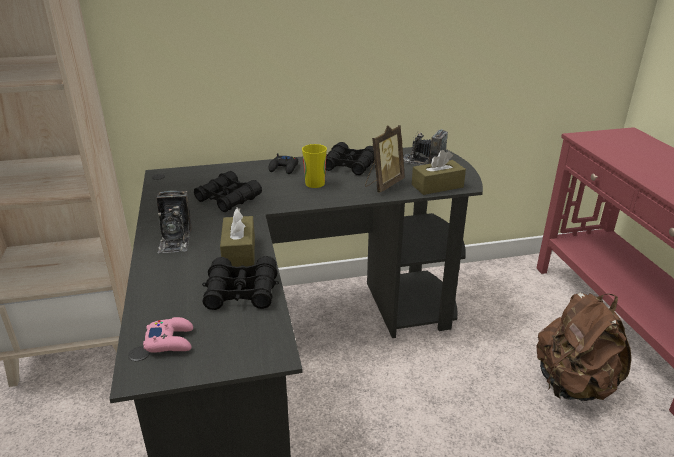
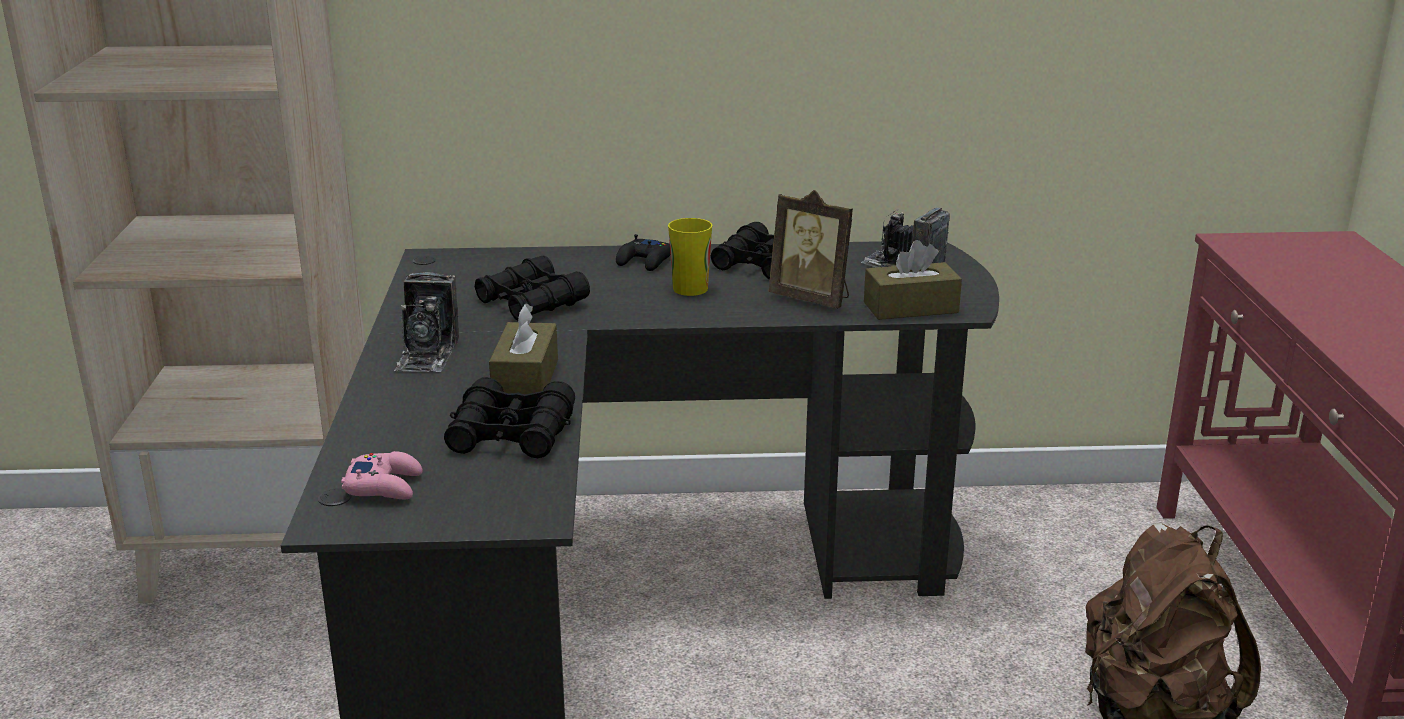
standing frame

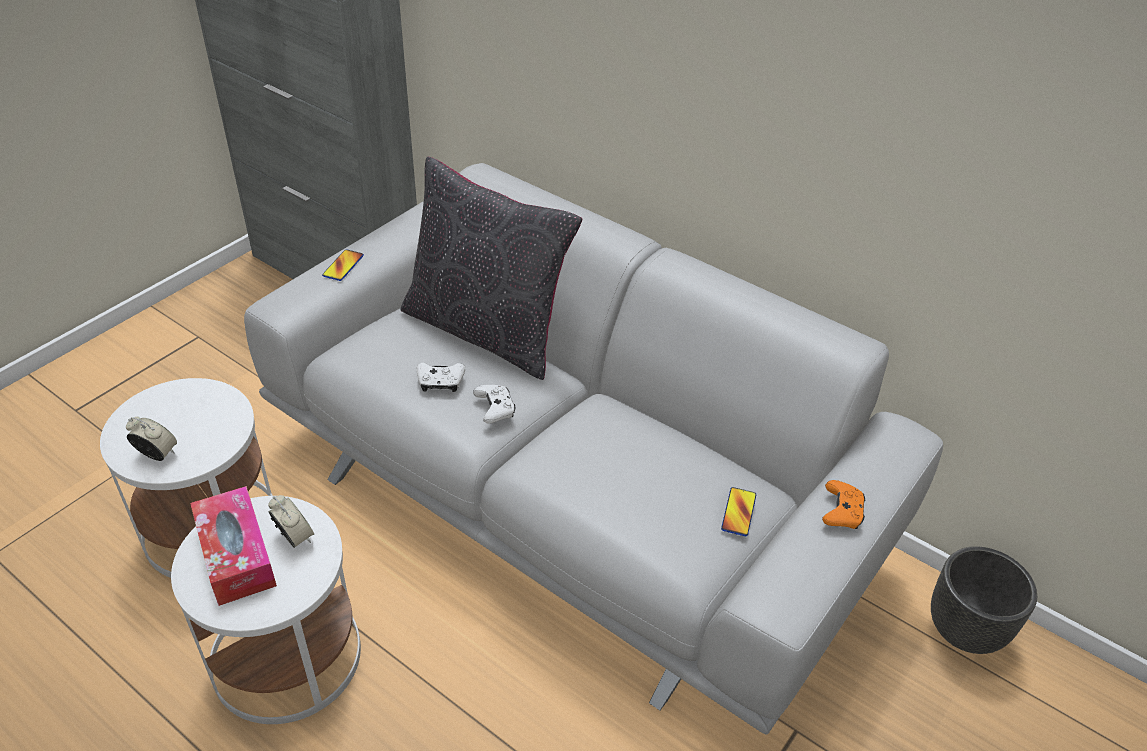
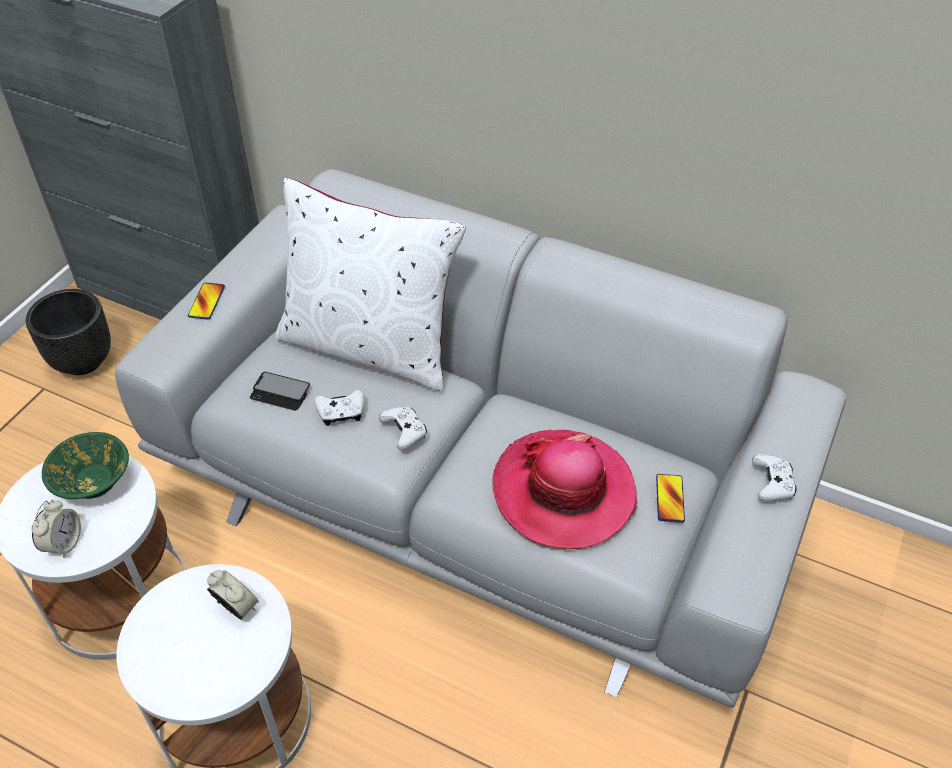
tissue holder; green bowl; telephone (no. 2 from left); hat; blackish planter; whitish cushion; whitish game controller (no. 3 from left); alarm clock (no. 1 from left)

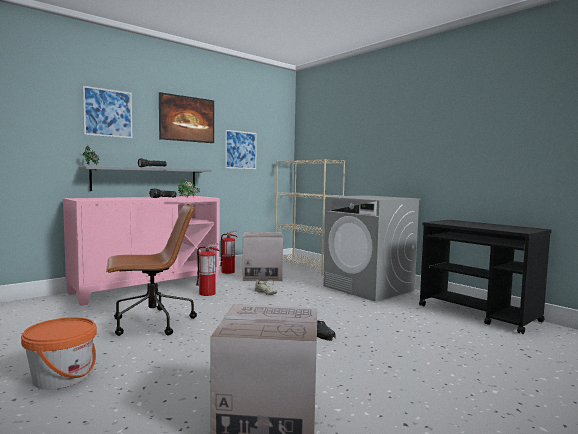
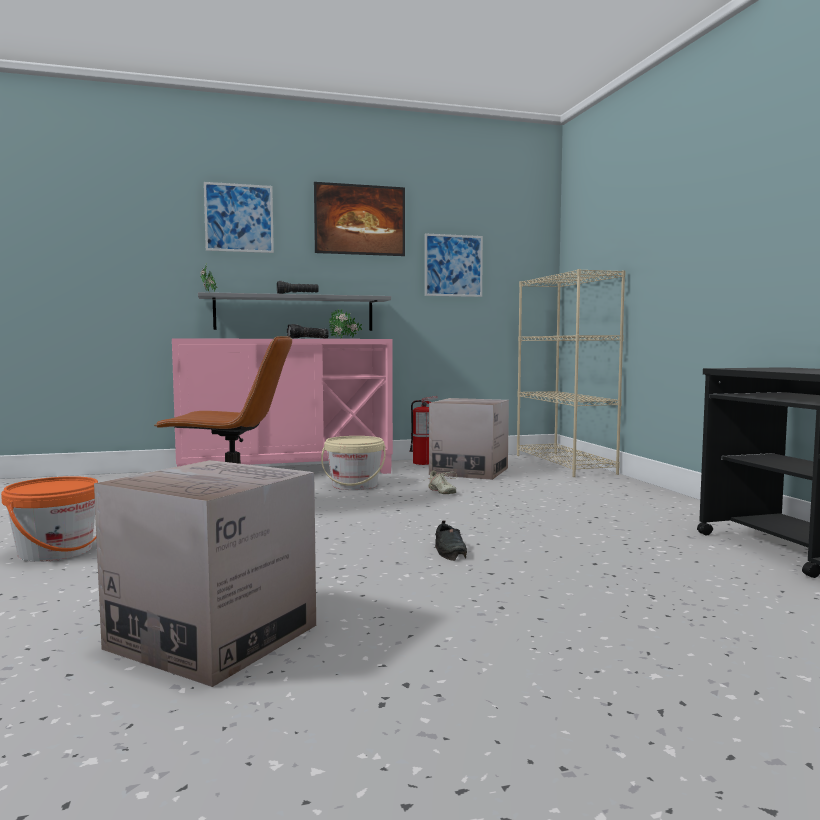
greyish laundry machine; beige-coloured pail

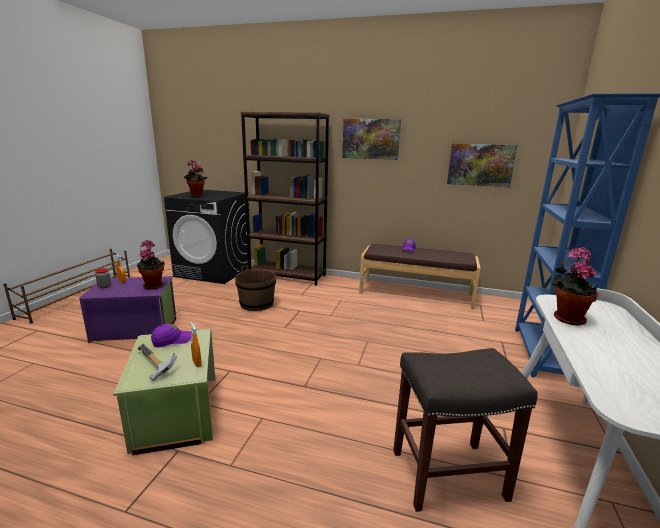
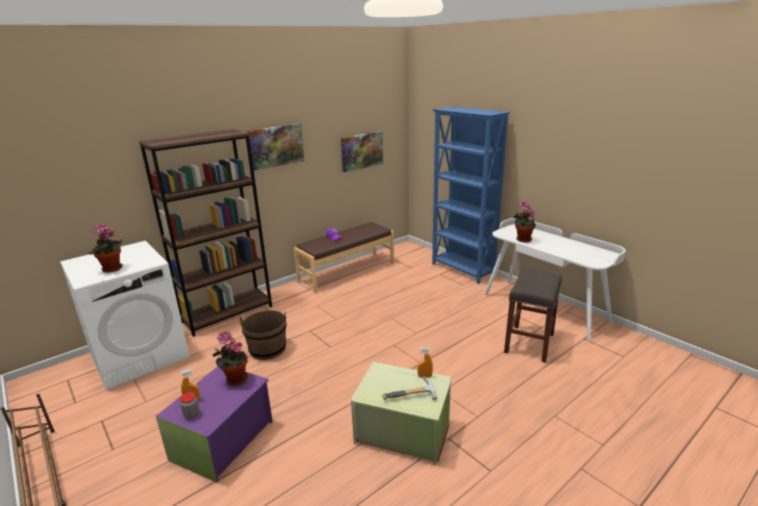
purple-coloured cap (no. 1 from left in the first image); whitish laundry machine

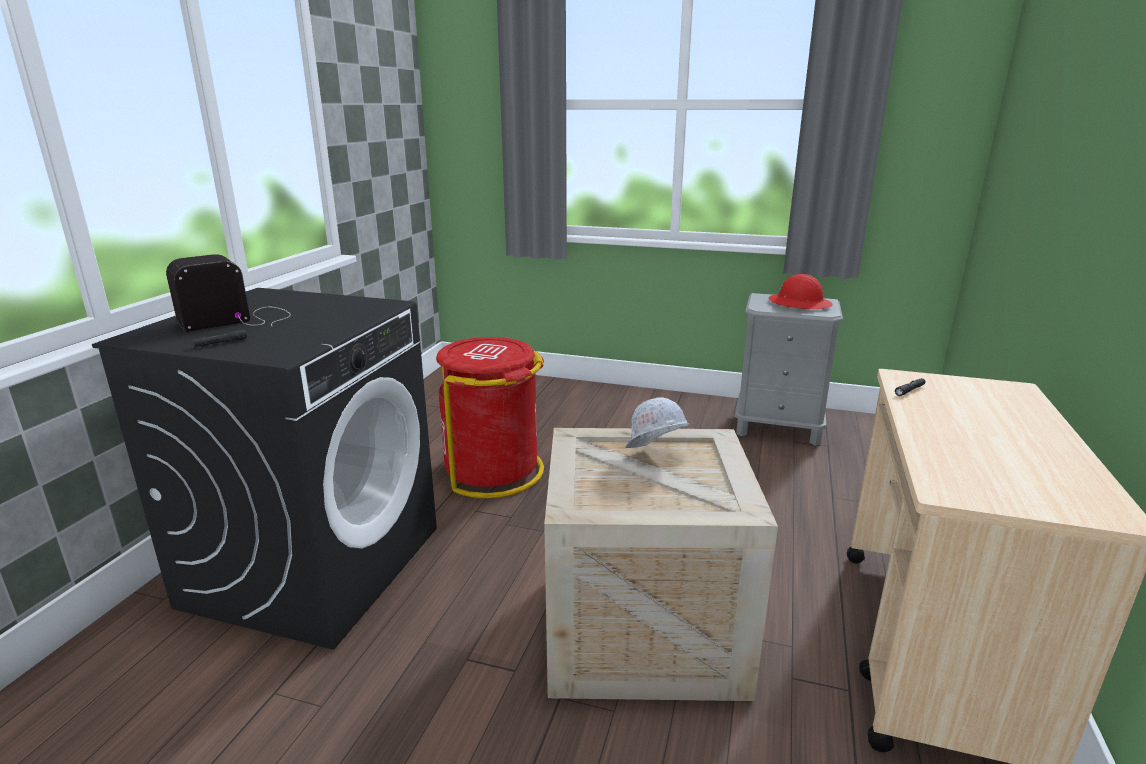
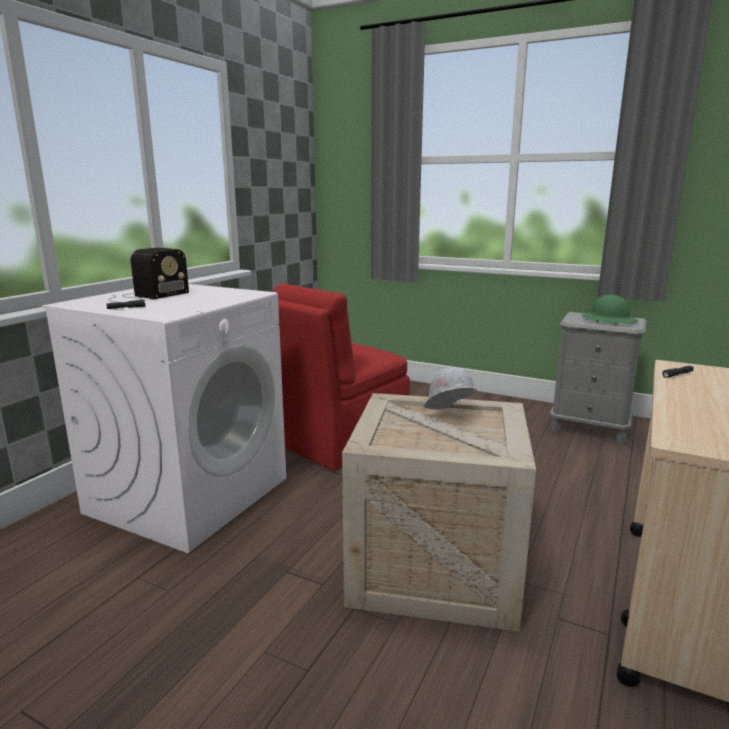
red-coloured upright chair; whitish laundry machine; green work helmet; radio set

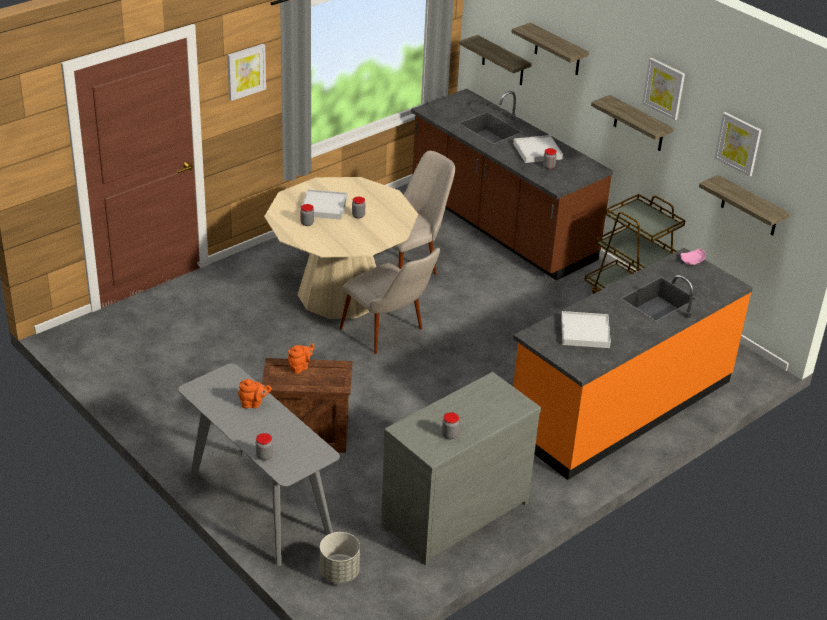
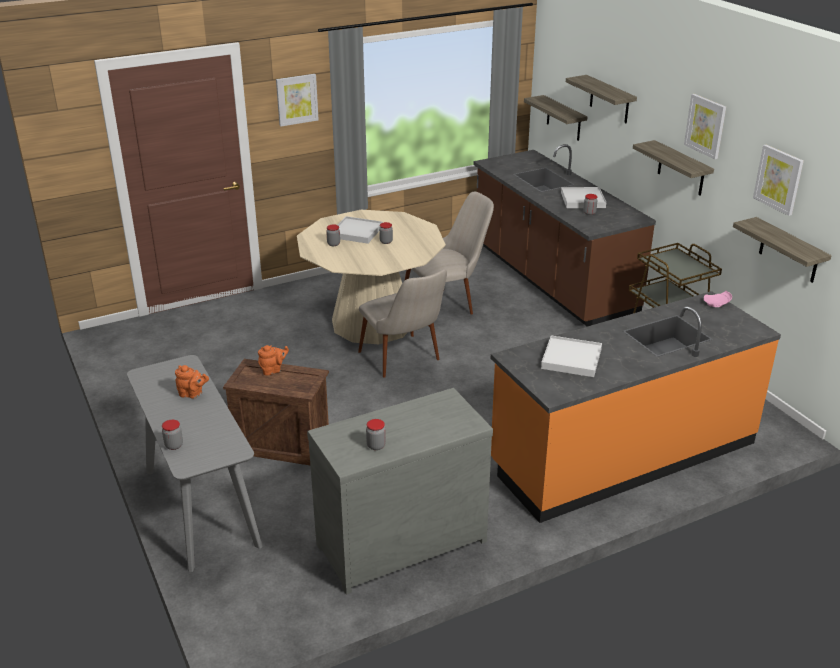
greyish planter

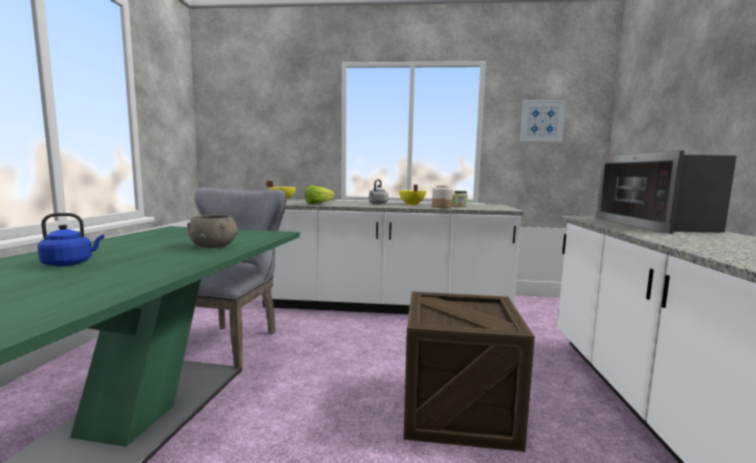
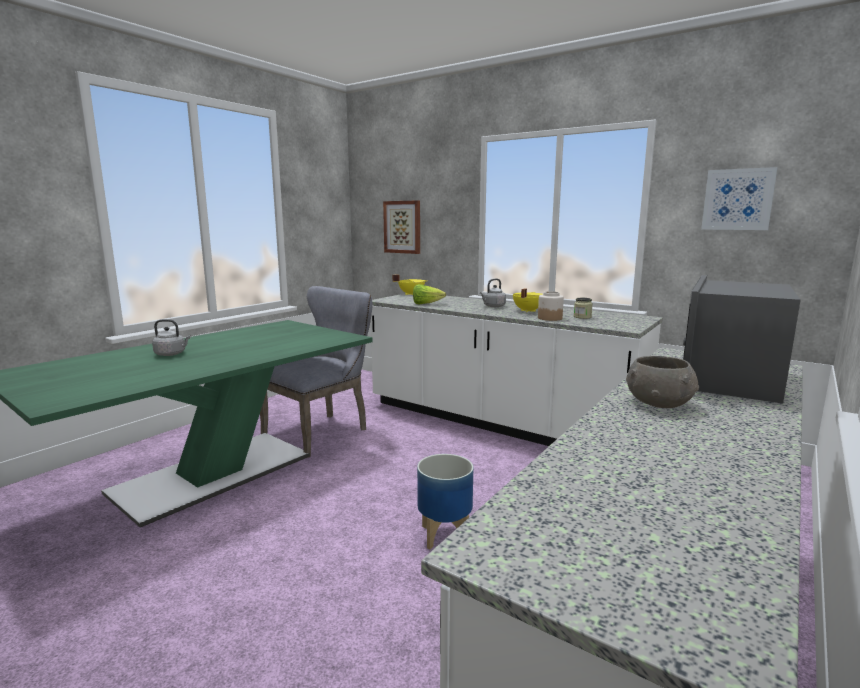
picture (no. 1 from left); greyish bowl; planter; greyish kettle (no. 1 from left)

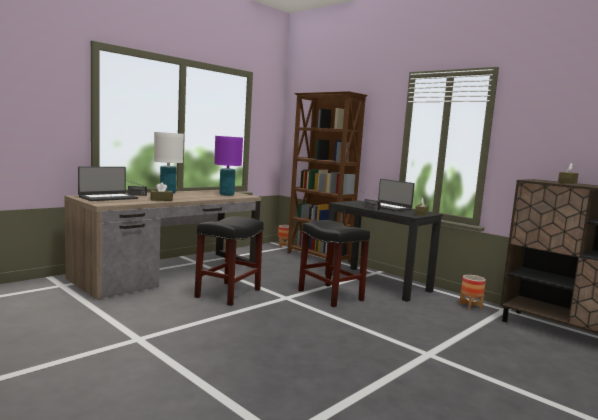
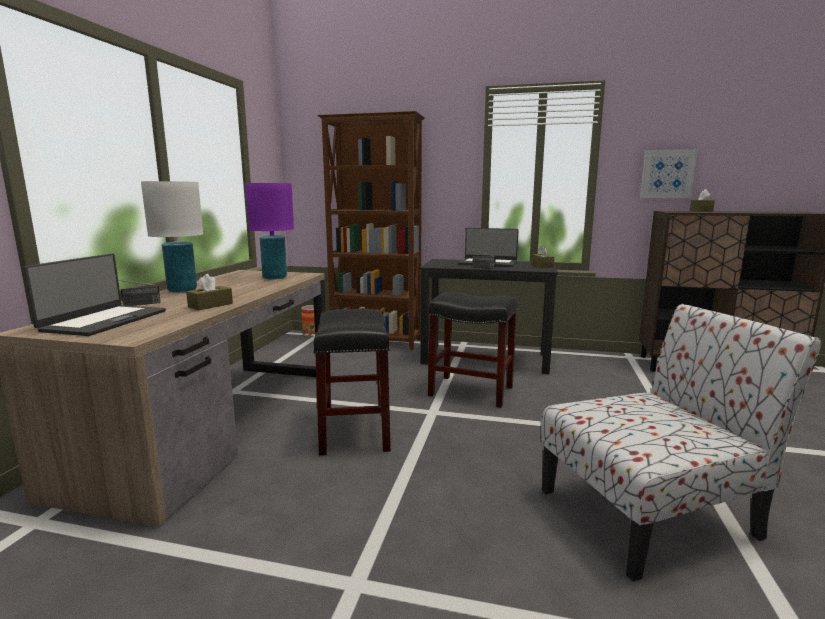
planter (no. 2 from left in the first image); upright chair; picture

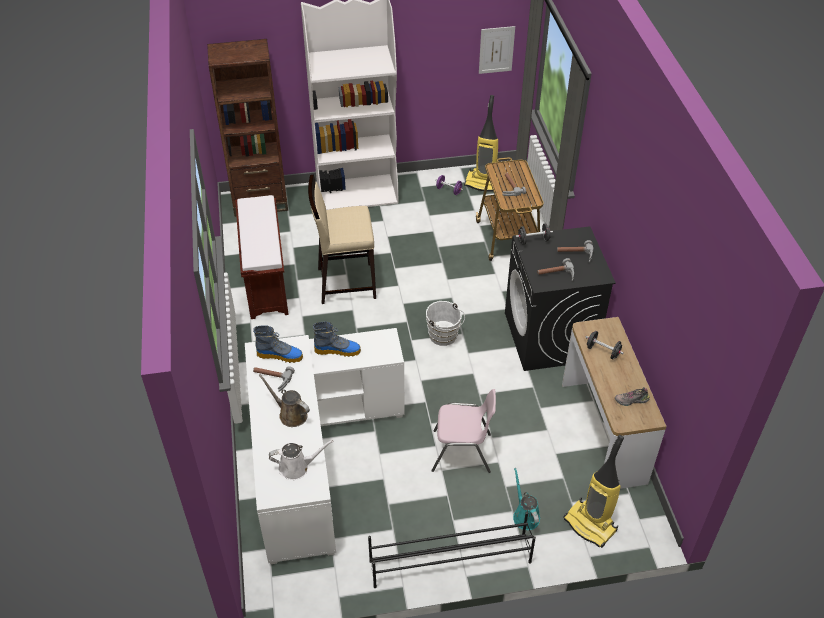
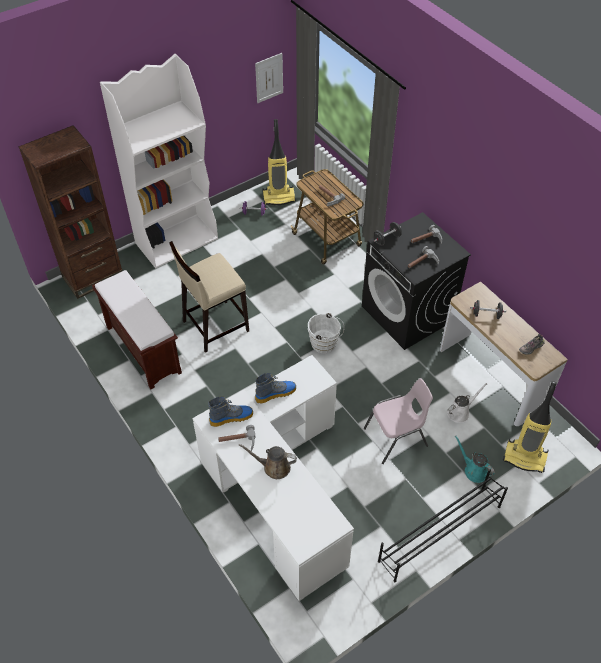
whitish watering pot

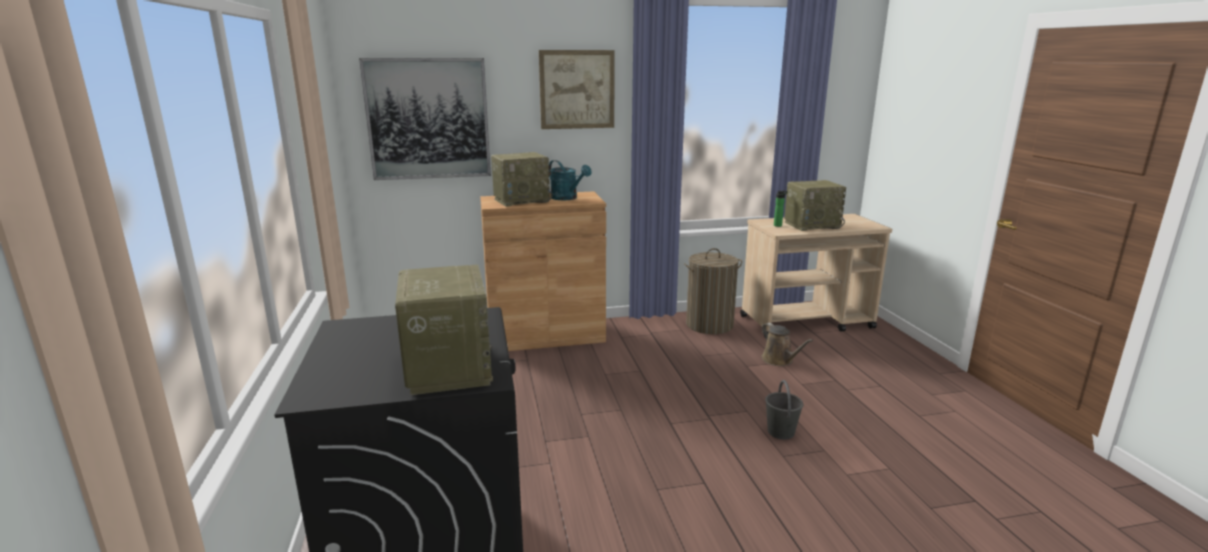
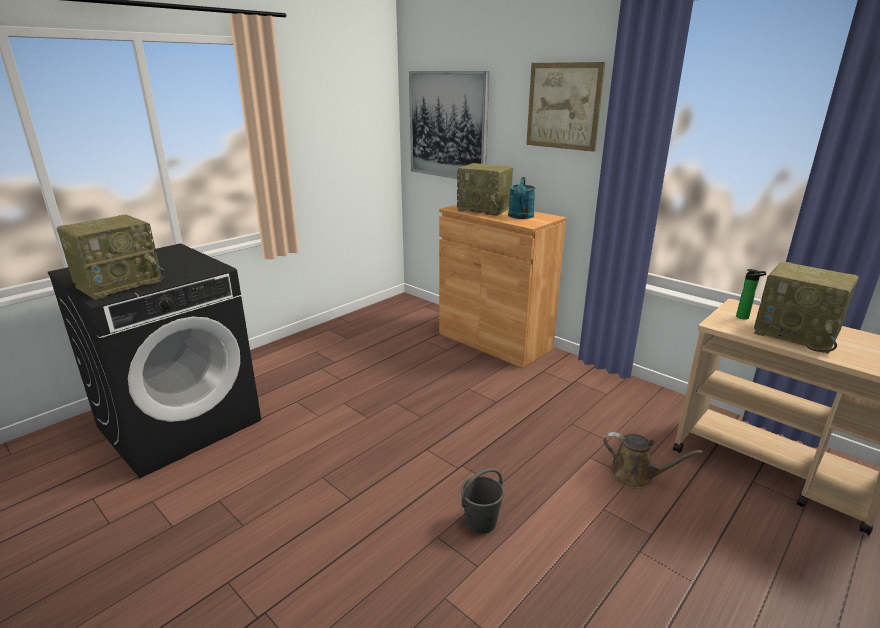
washing basket; brown watering pot

